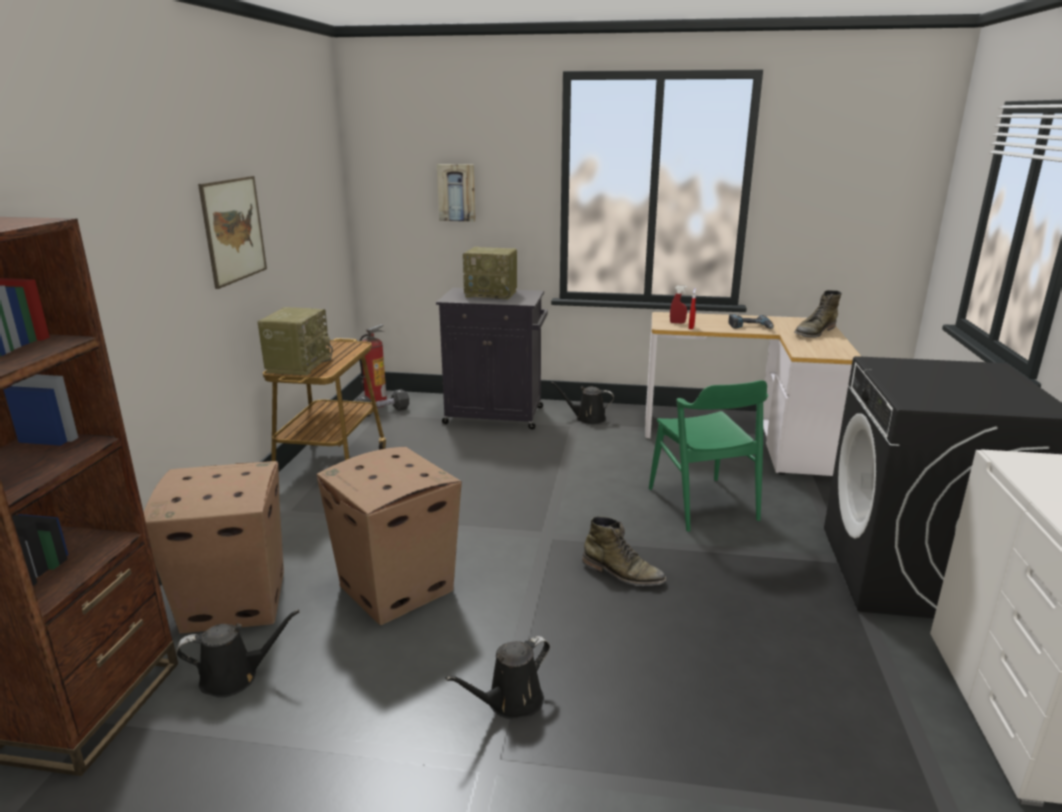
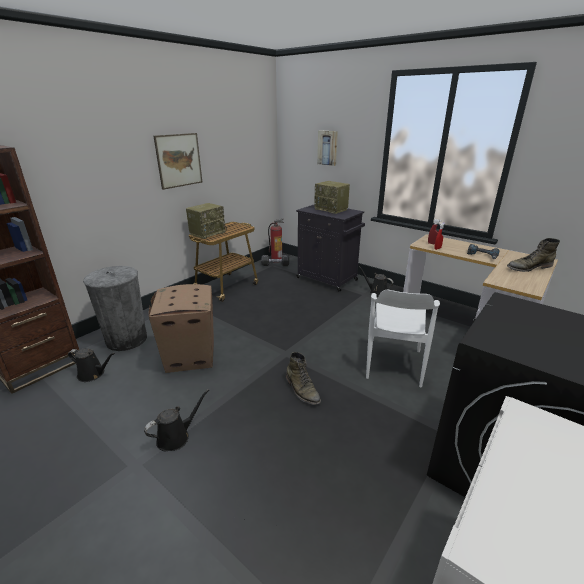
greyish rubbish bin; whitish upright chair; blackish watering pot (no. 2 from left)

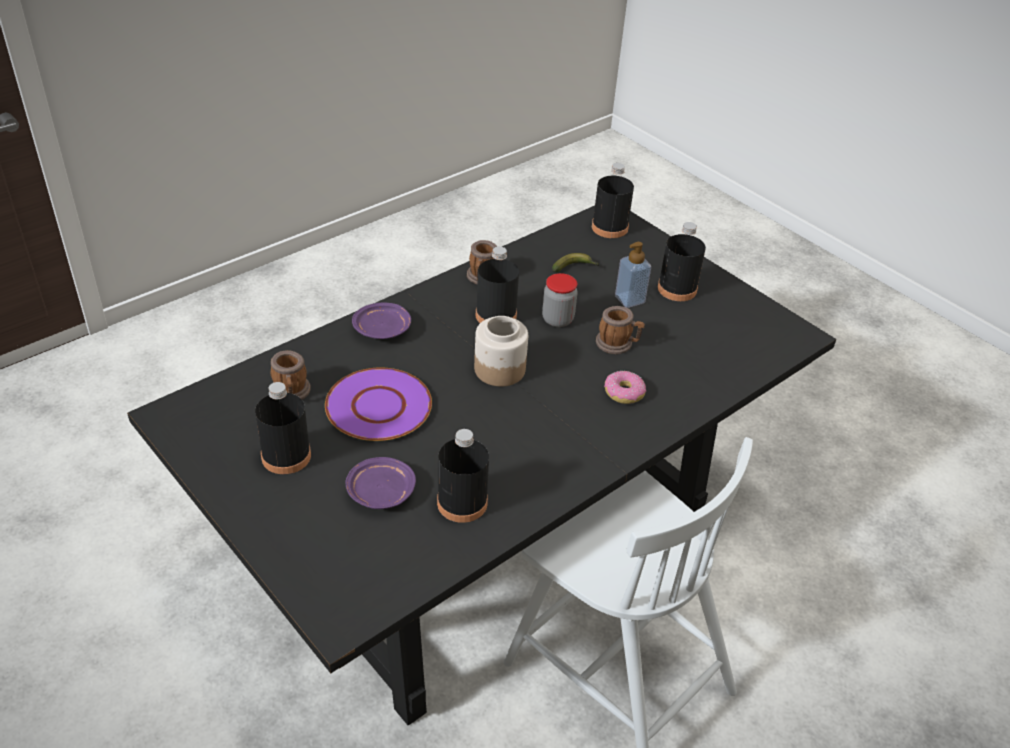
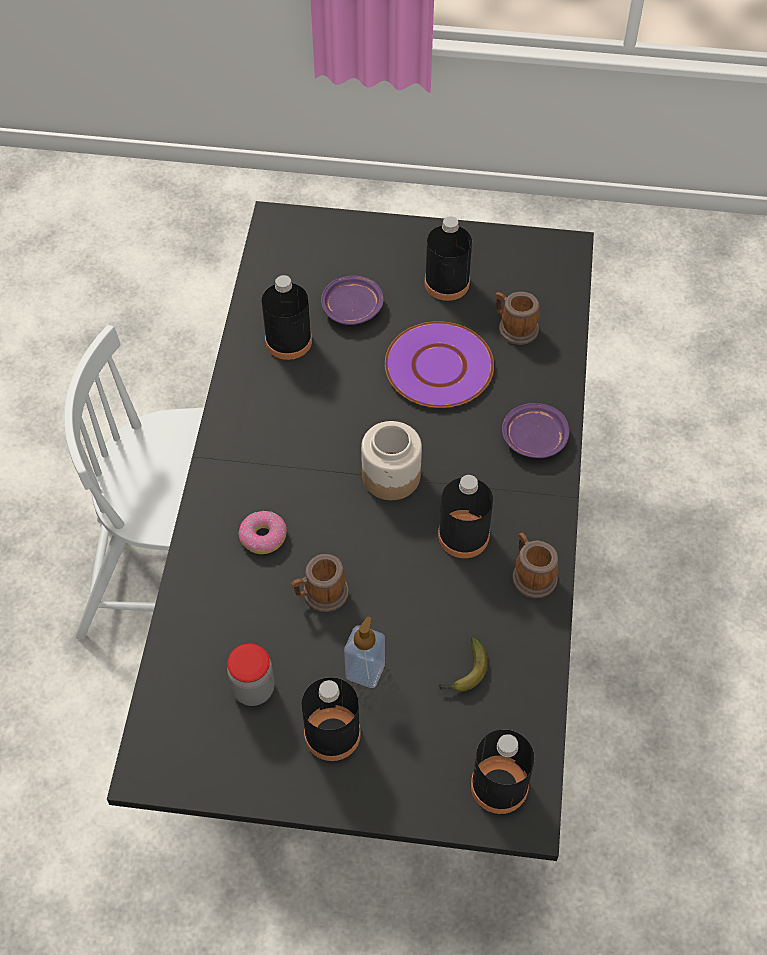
preserve jar (no. 1 from left)

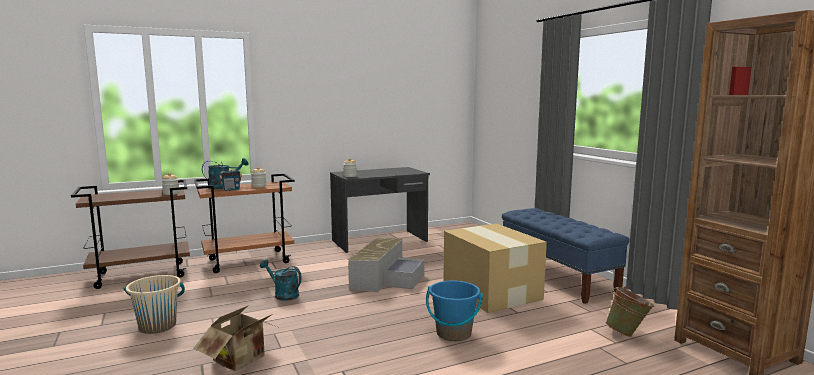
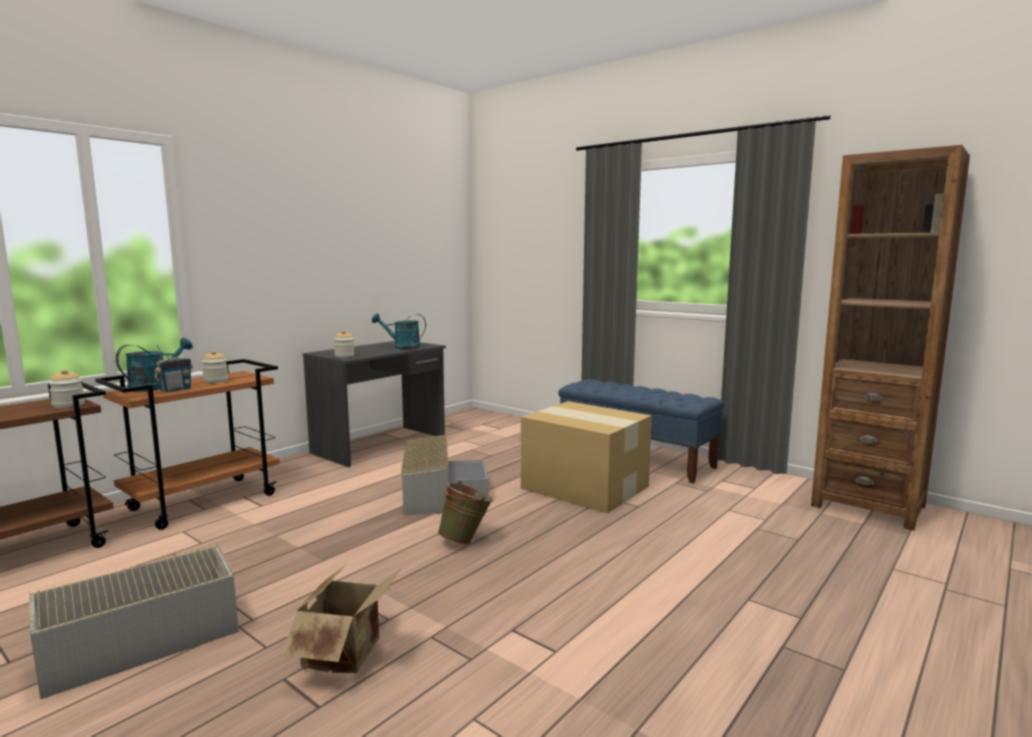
bluish pail; turquoise watering pot (no. 2 from left); green pail; greyish storage box (no. 1 from left)

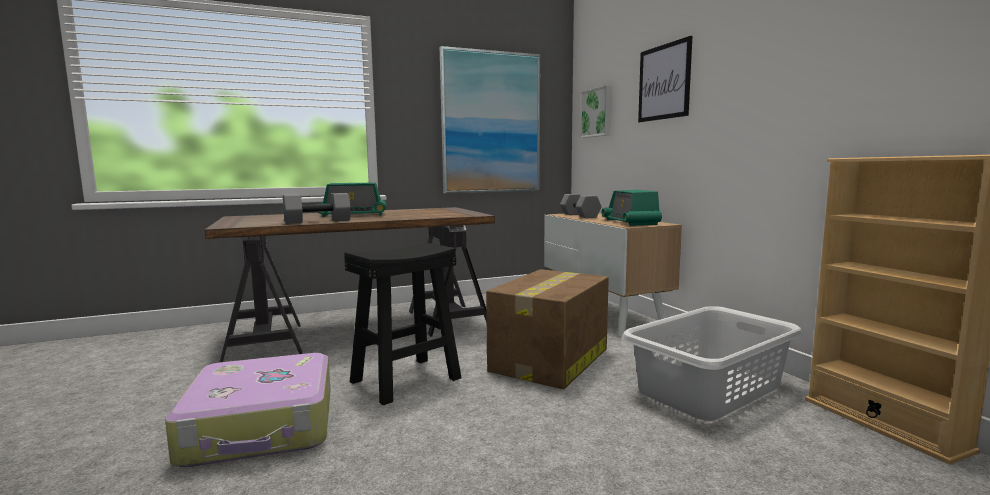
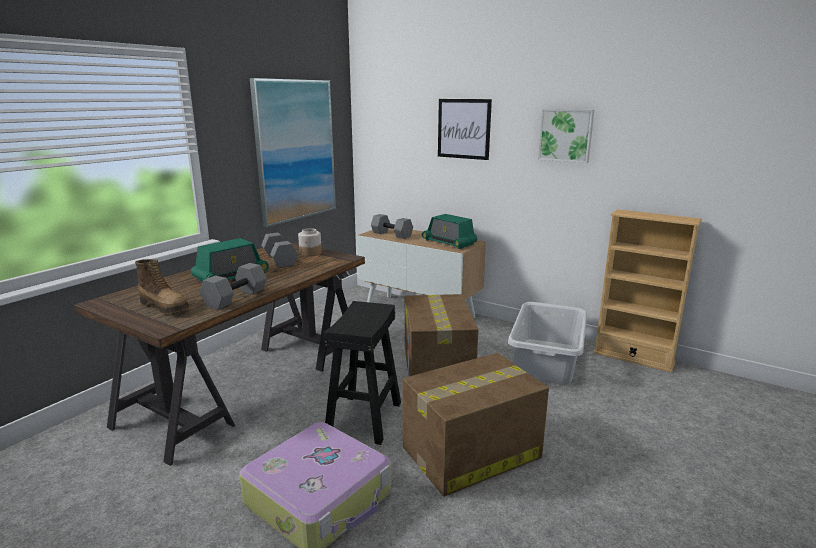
boot; greyish dumbbell (no. 2 from left); preserve jar; carton (no. 2 from left); picture (no. 3 from left)

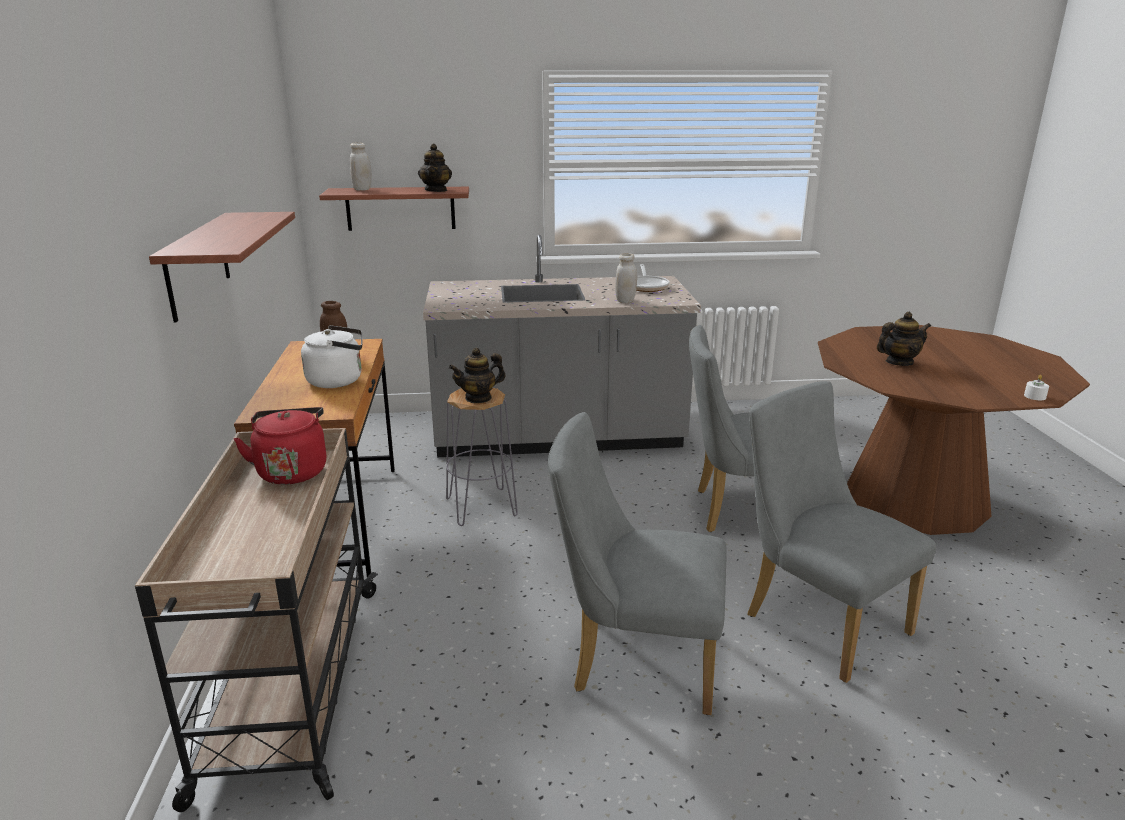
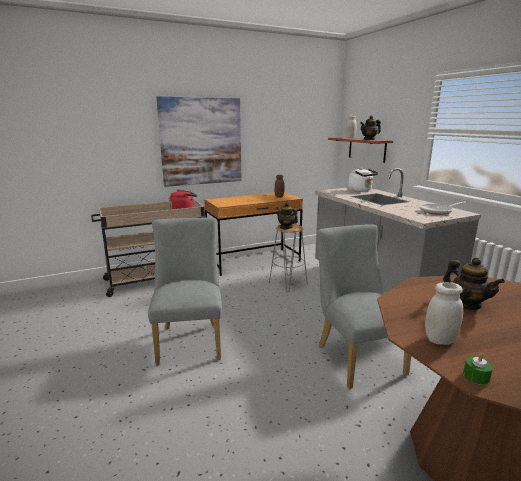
greyish upright chair (no. 3 from left in the first image); whitish kettle; whitish preserve jar (no. 2 from left); picture; green candle

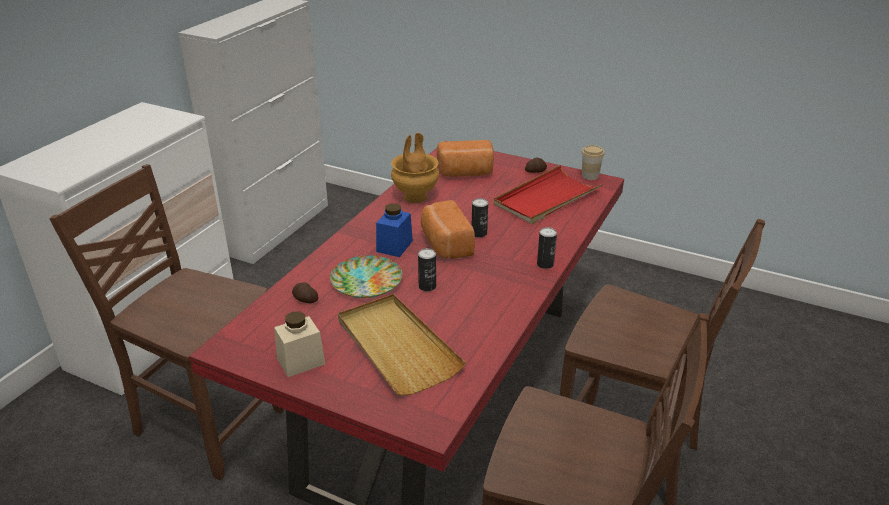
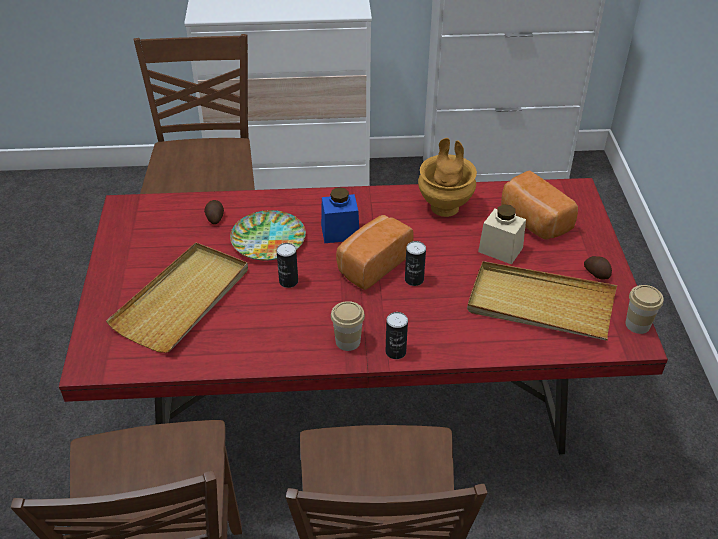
drinking cup (no. 1 from left); beige-coloured preserve jar; beige-coloured carrying tray (no. 2 from left)

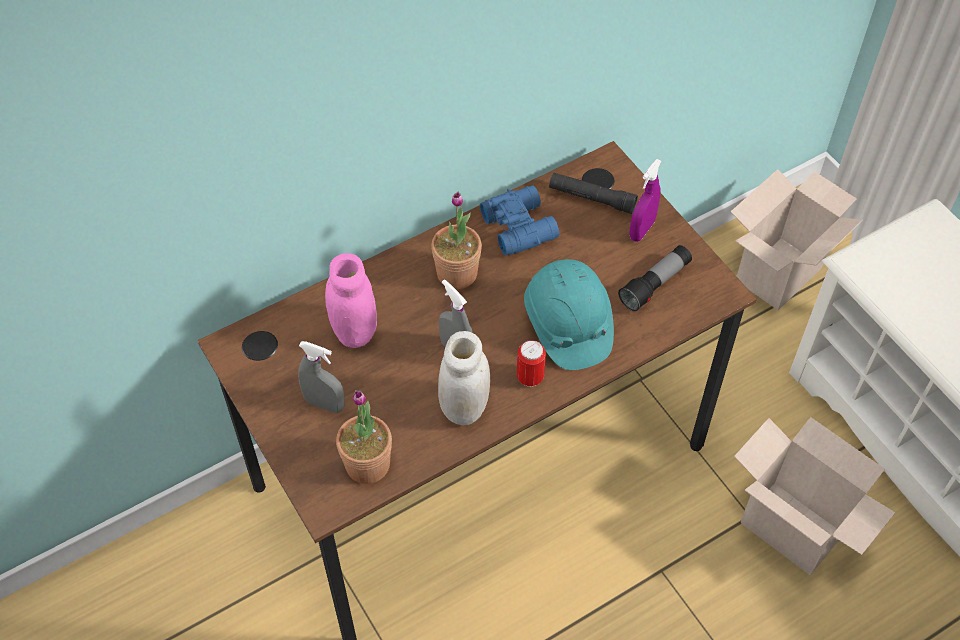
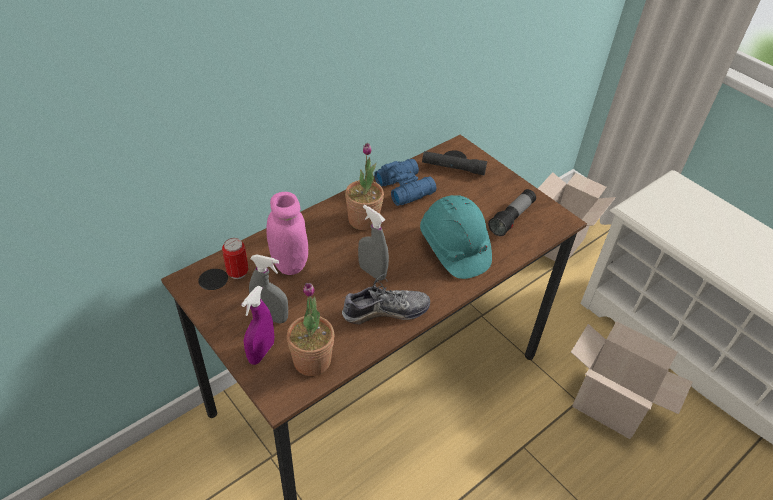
metal can; purple-coloured hand sprayer; low shoe

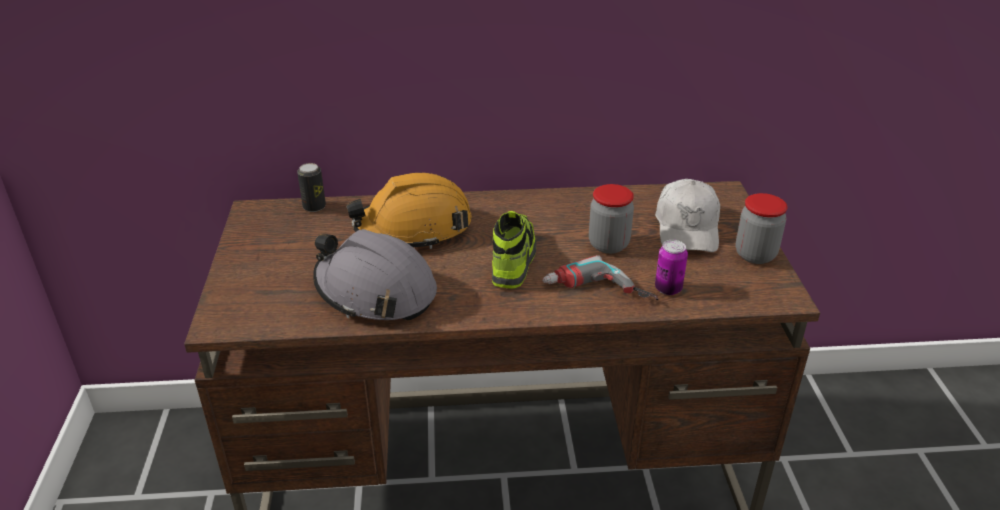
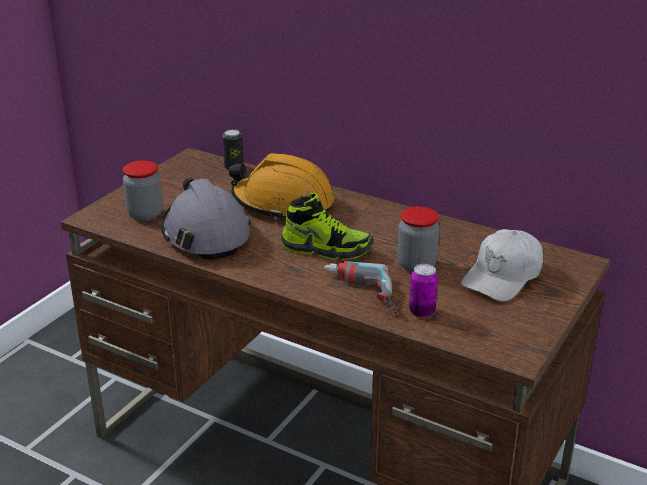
preserve jar (no. 1 from left); low shoe

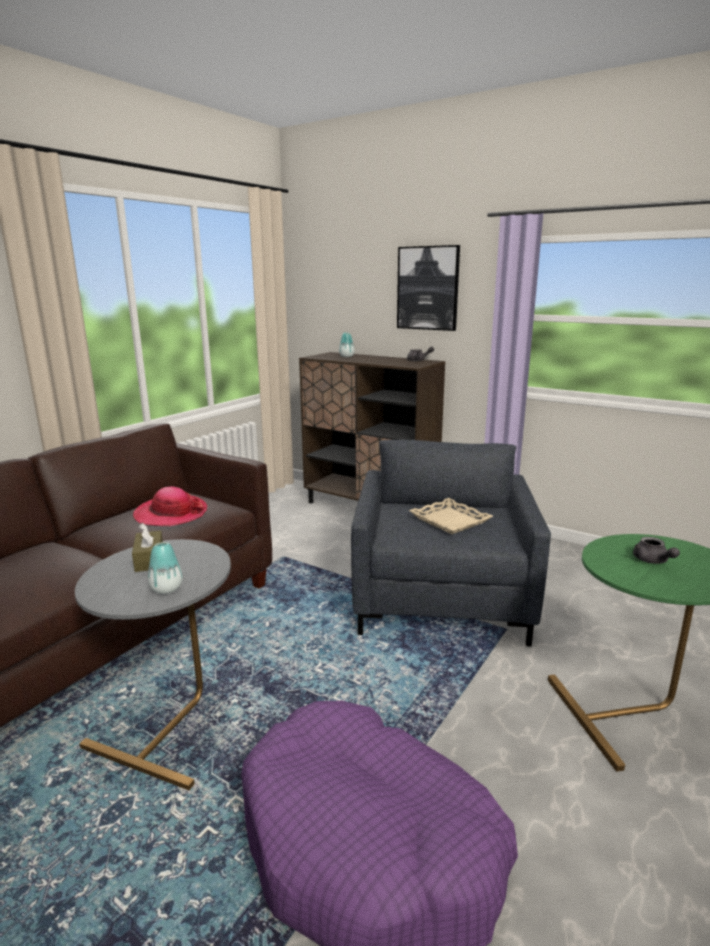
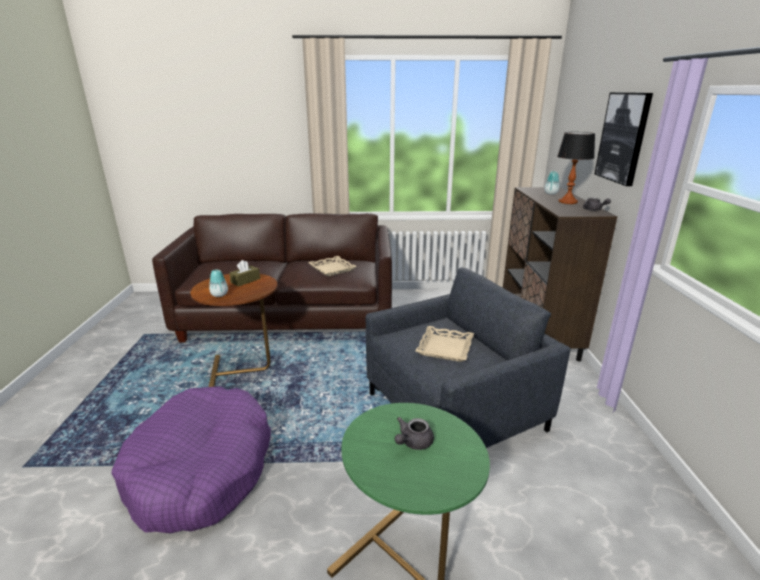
tabletop lamp; beige-coloured carrying tray (no. 1 from left); brown end table

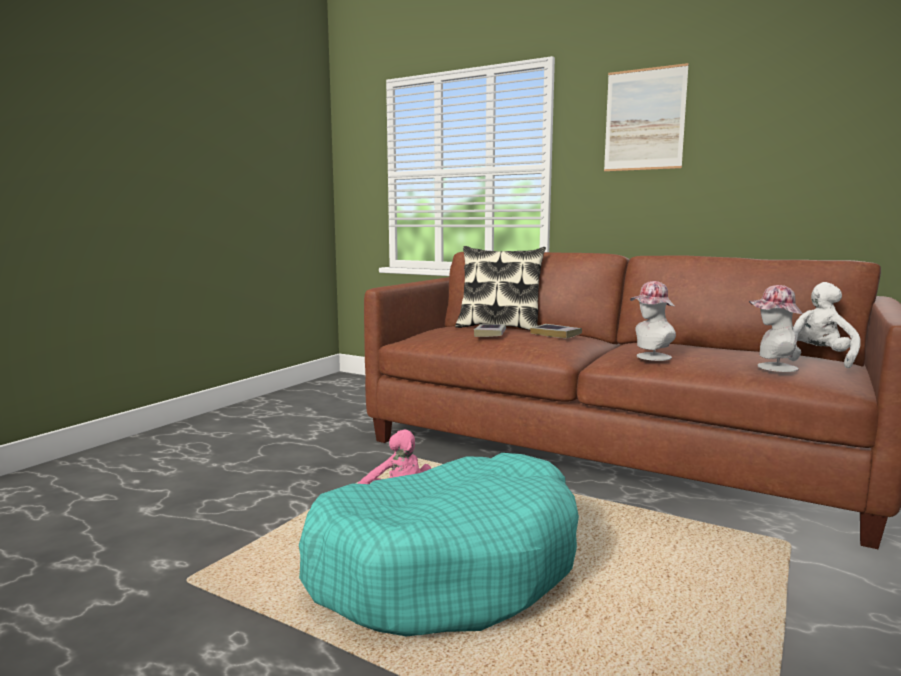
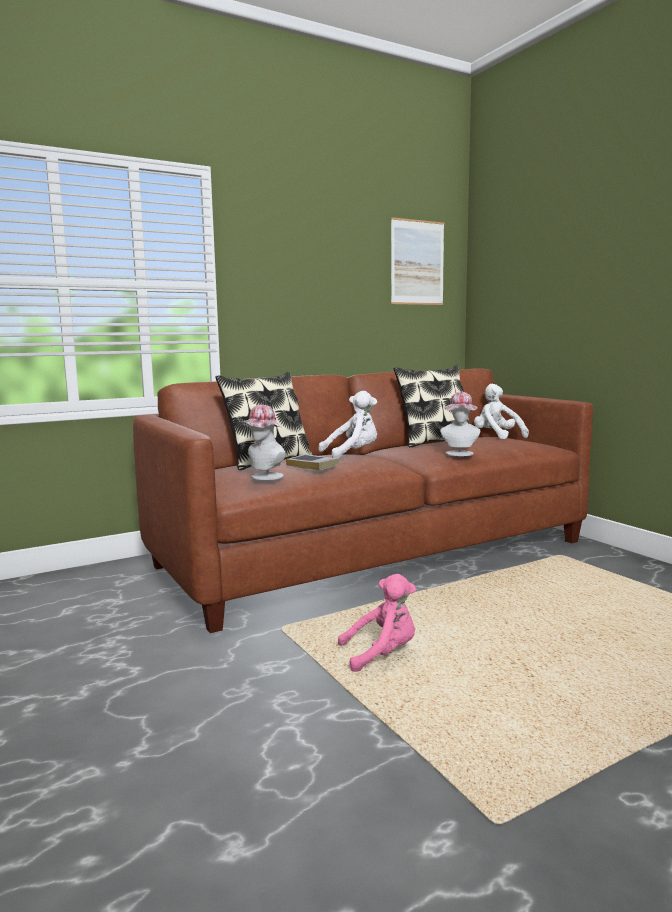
turquoise pet bed; cushion (no. 2 from left); picture; hat (no. 1 from left); whitish plush toy (no. 1 from left)

